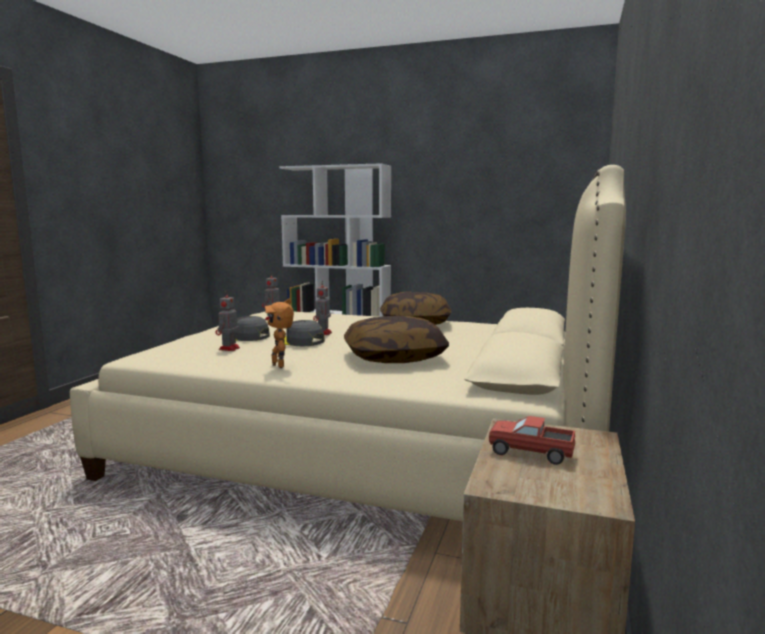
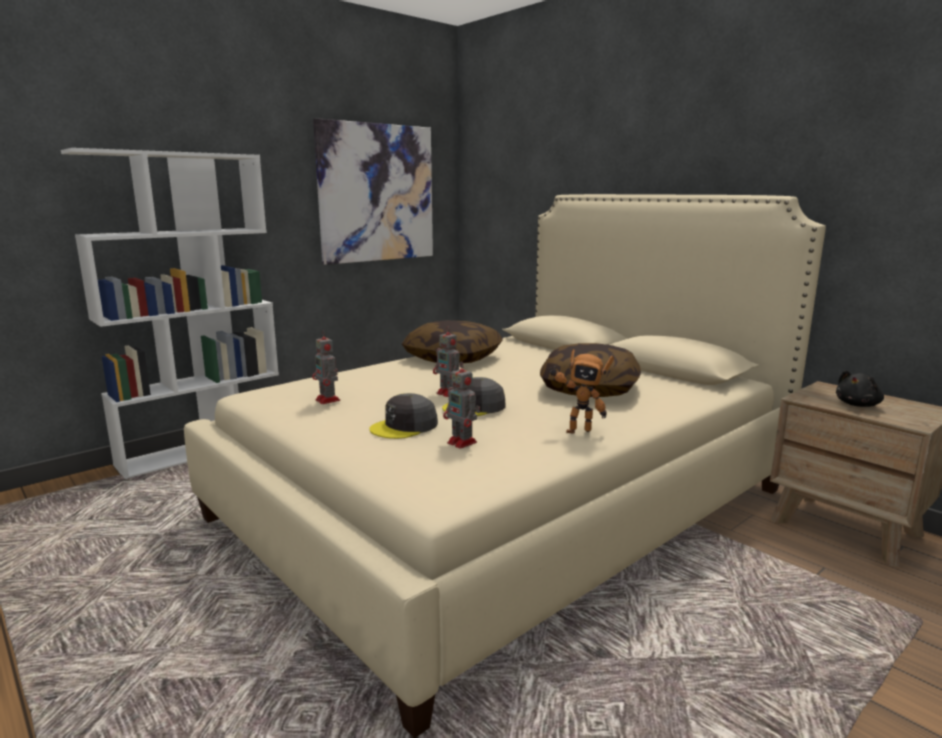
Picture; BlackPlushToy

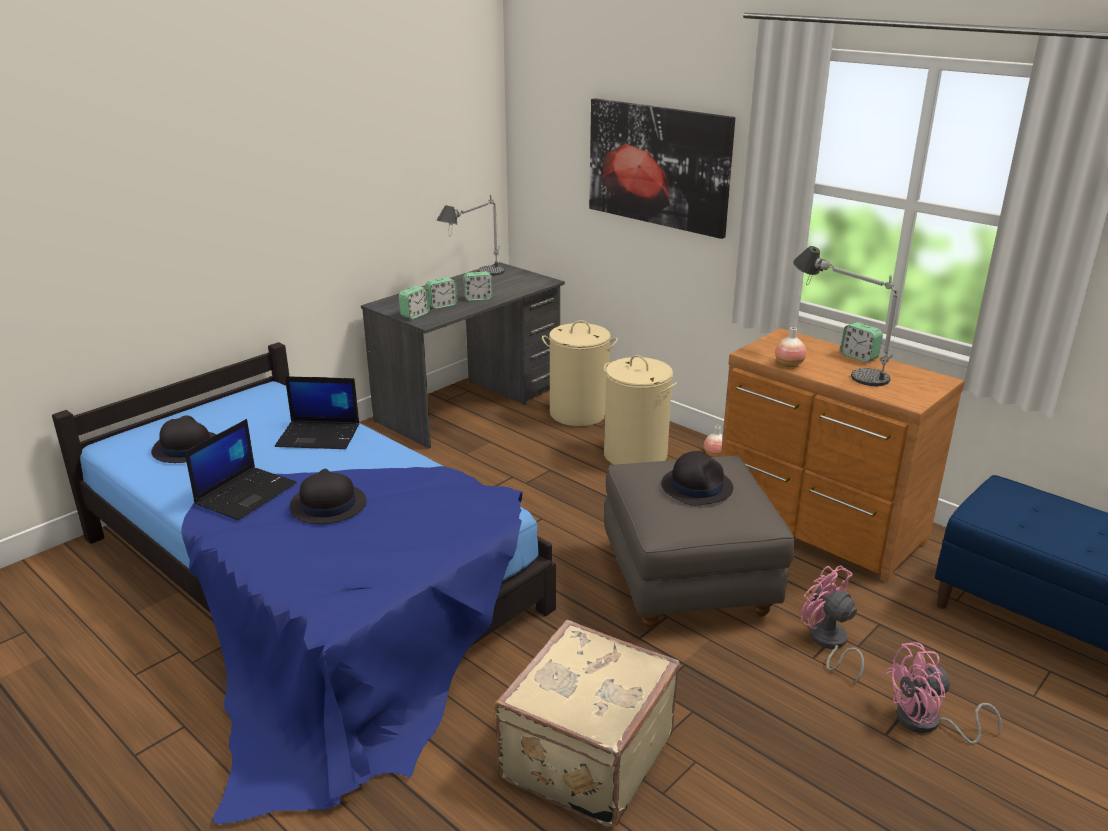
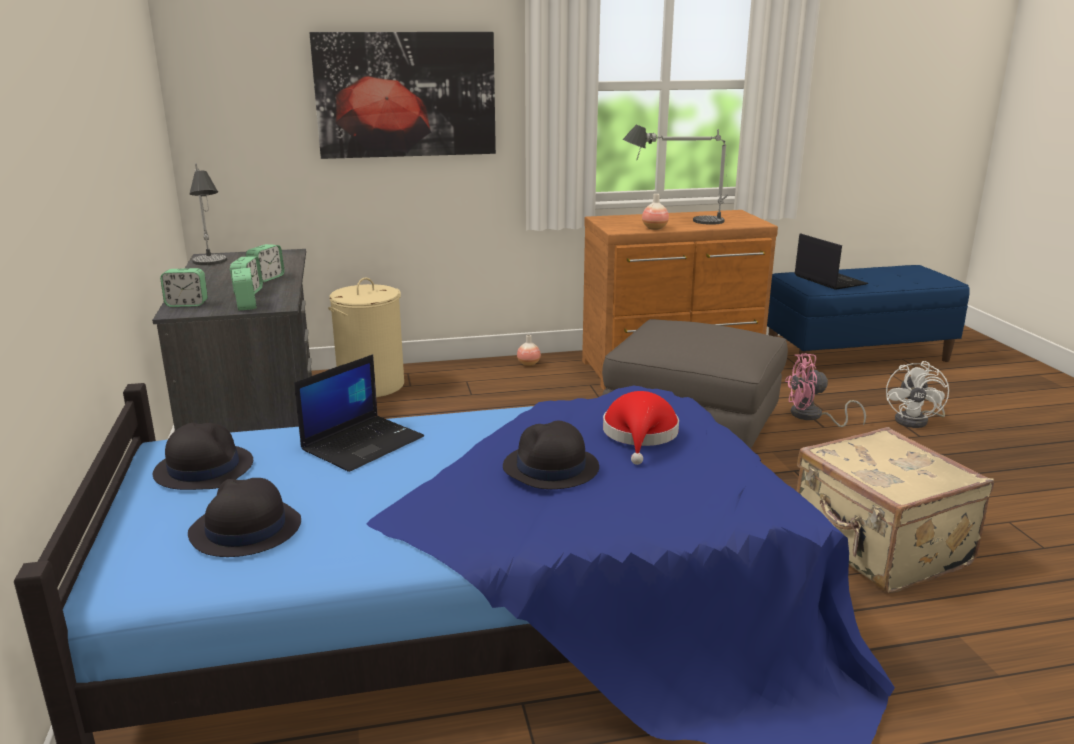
BeigeLaundryBasket (no. 2 from left in the first image); RedHat; Laptop (no. 2 from left); BlackHat (no. 1 from left); AlarmClock (no. 1 from left); WhiteFan

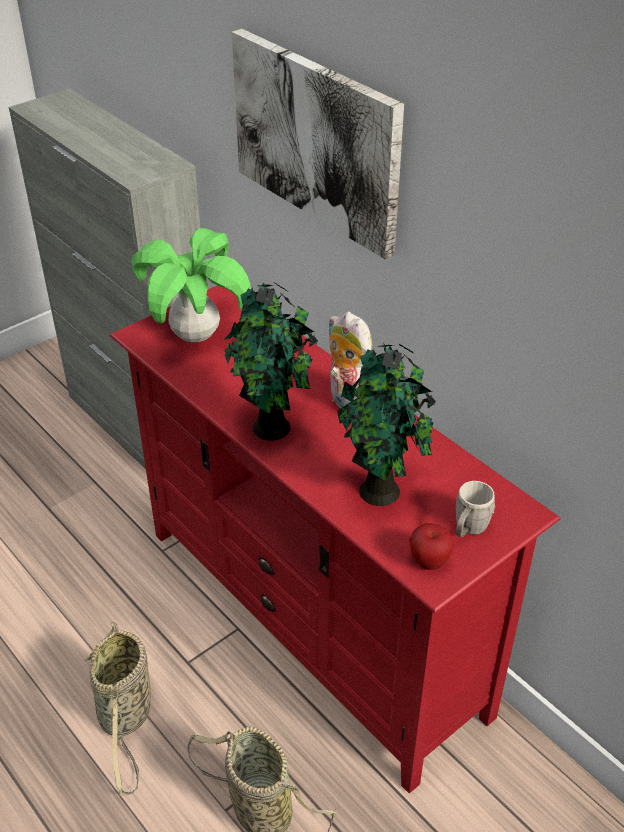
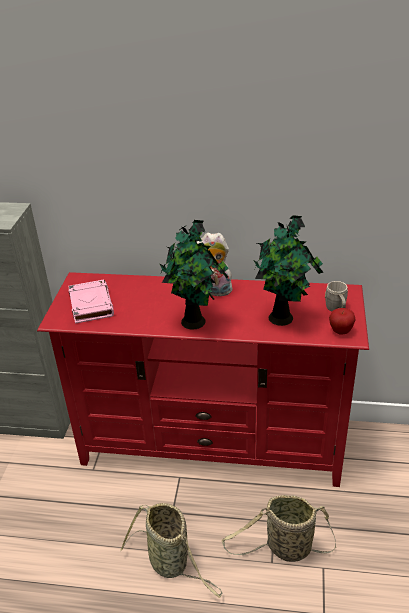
Picture; PinkBook

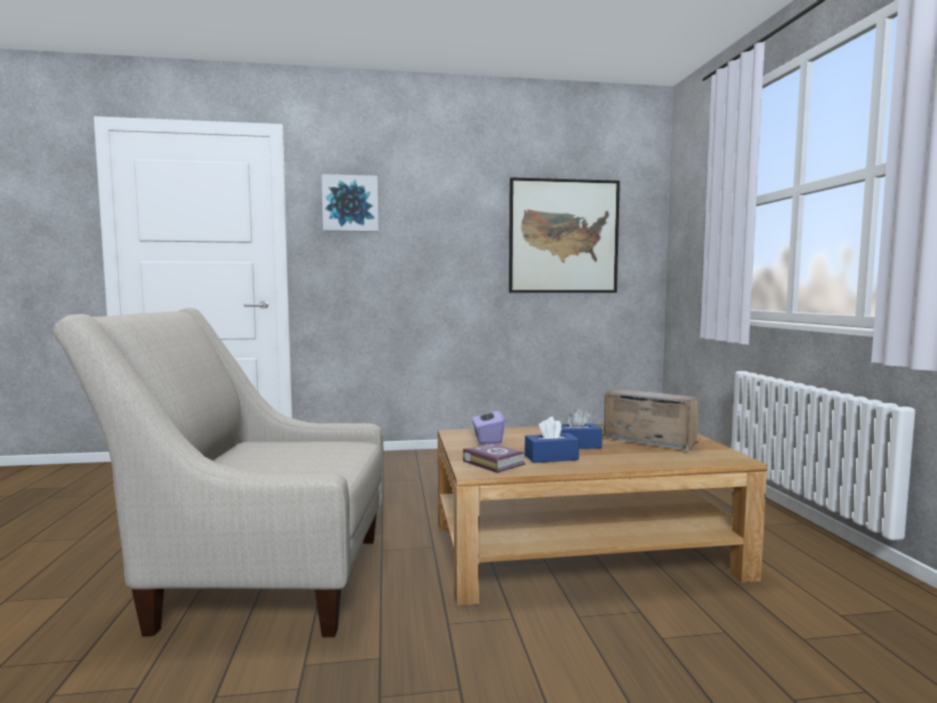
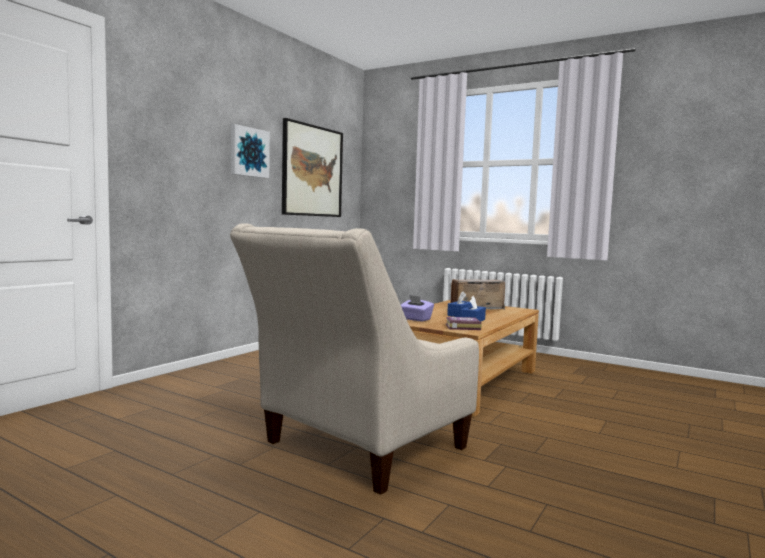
Picture (no. 1 from left)

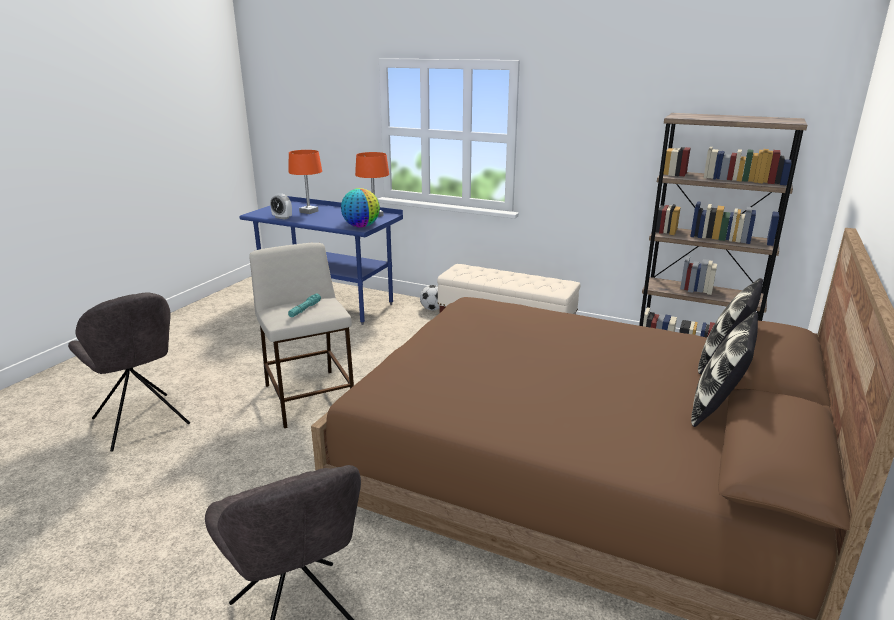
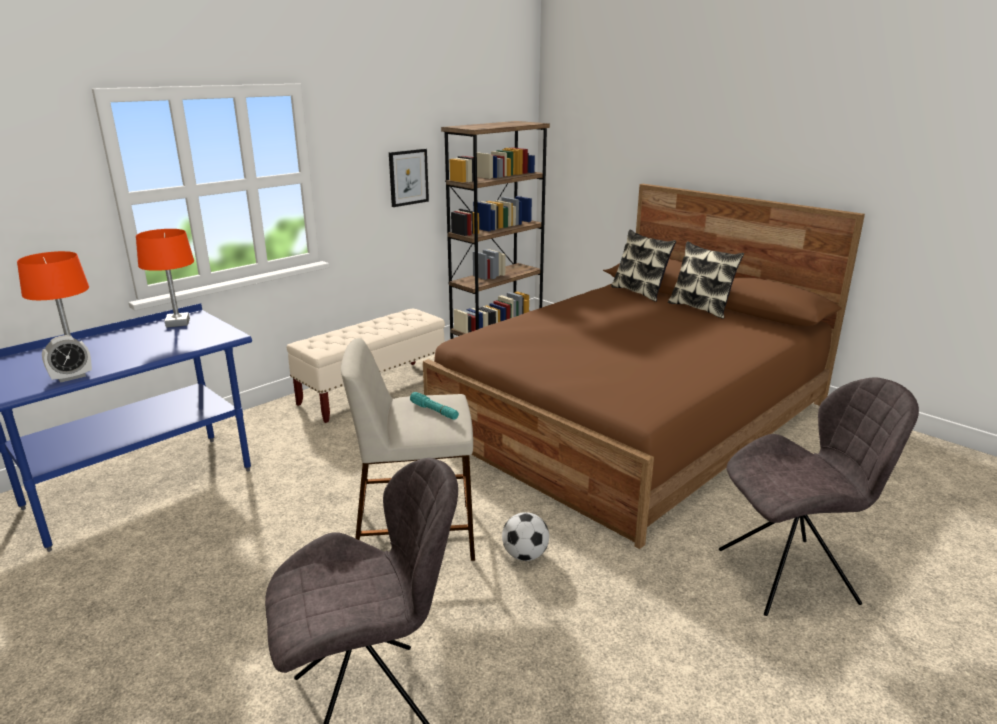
Globe; Picture; Football

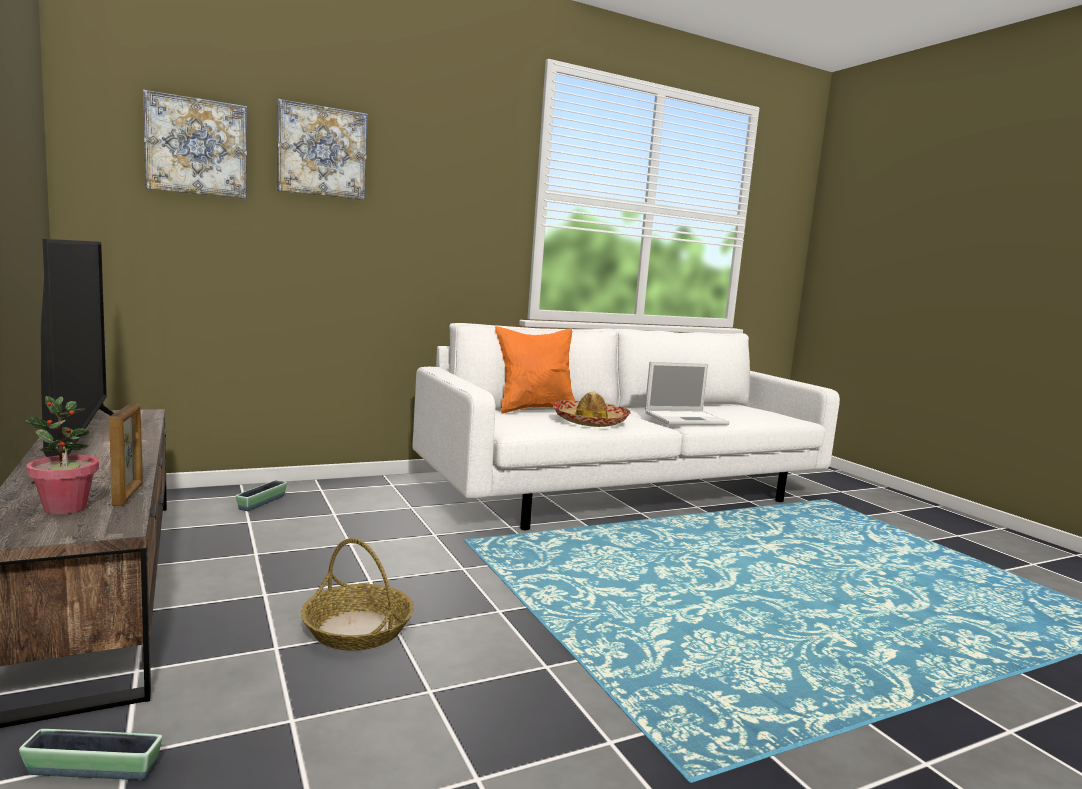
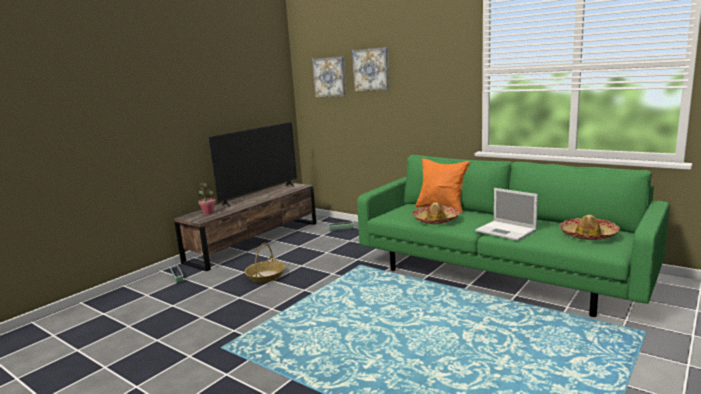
PictureFrame; Hat (no. 2 from left); GreenSofa

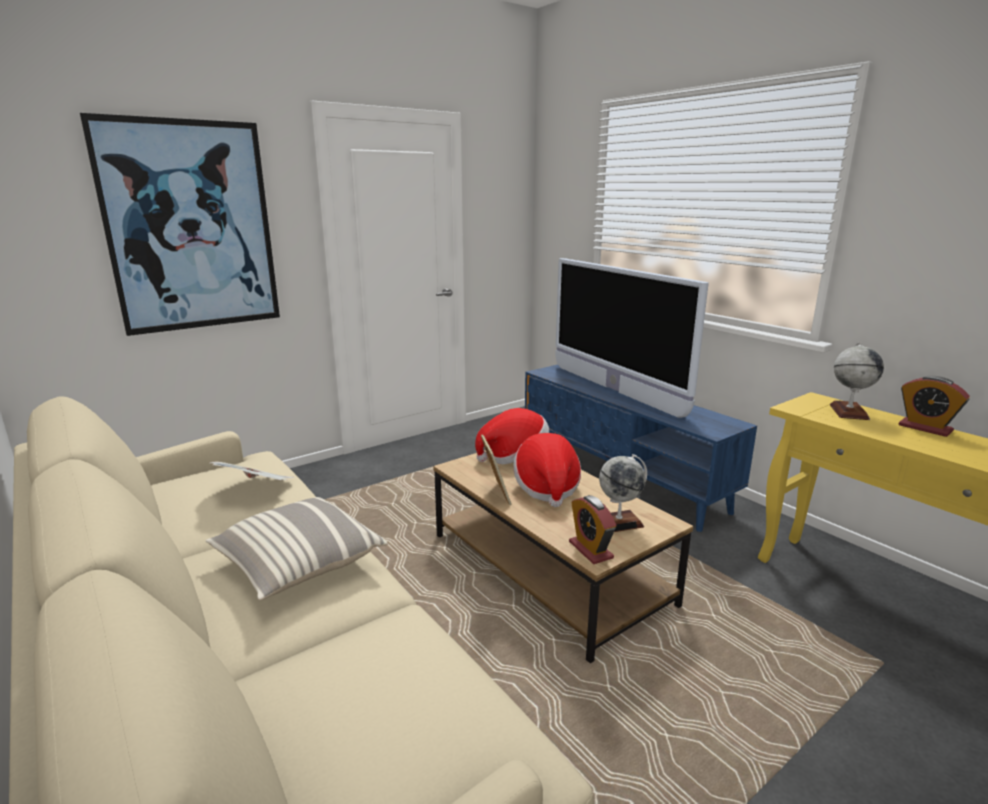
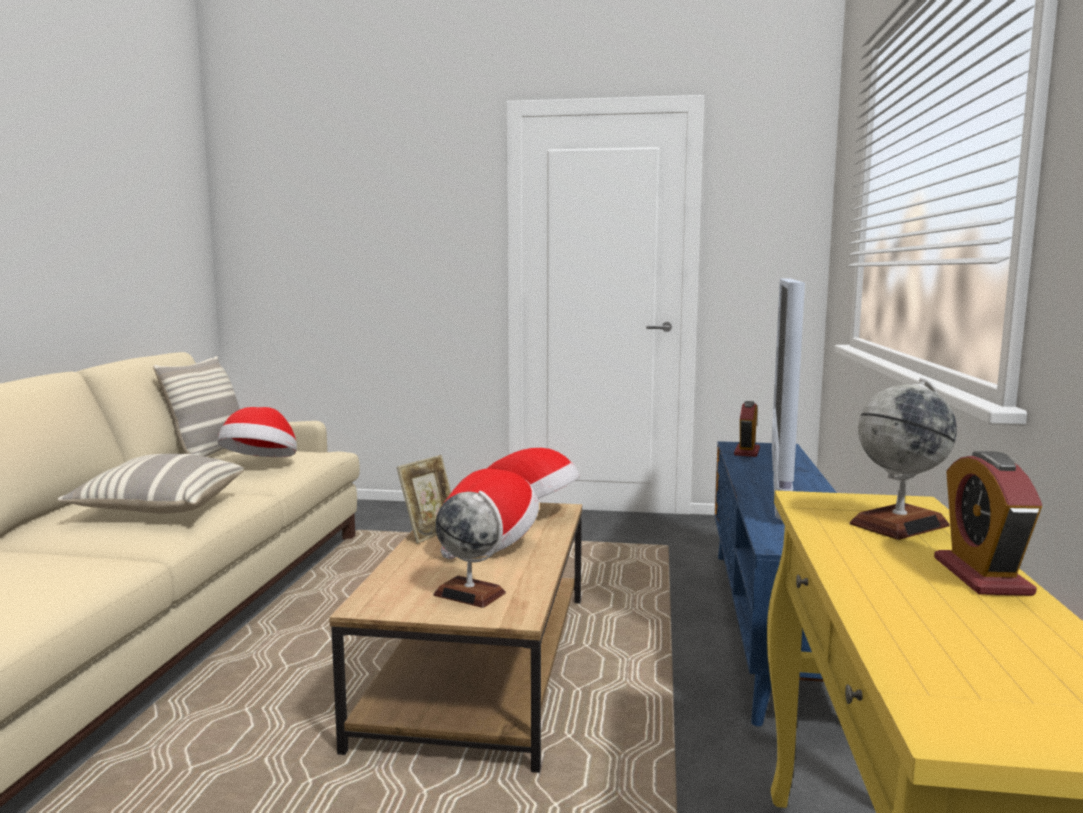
Picture; Pillow (no. 2 from left); AlarmClock (no. 1 from left); Hat (no. 1 from left)

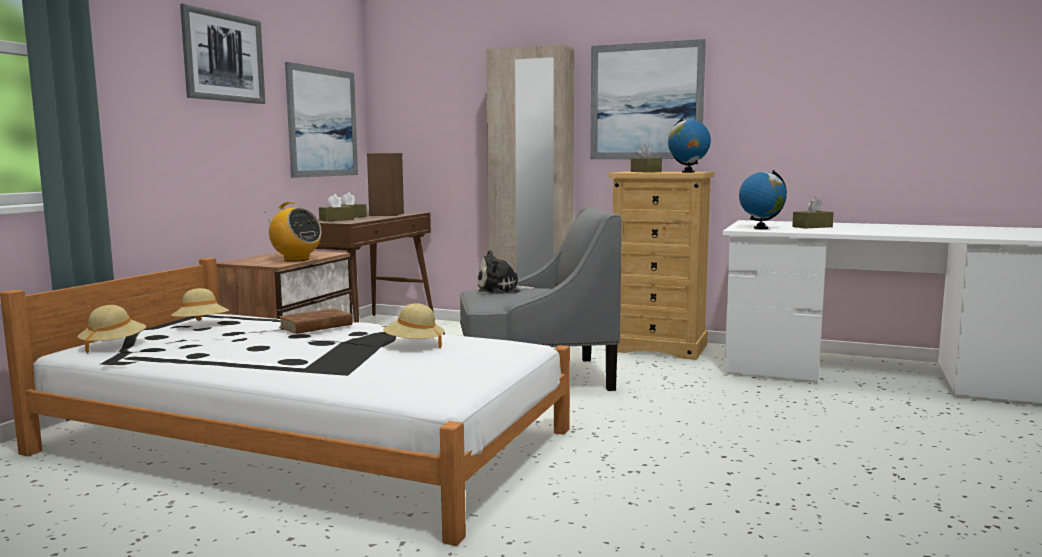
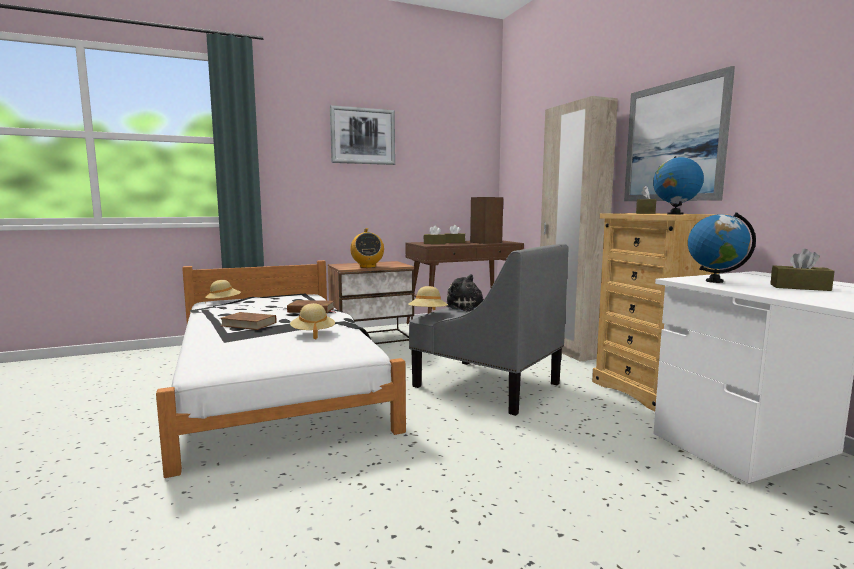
Picture (no. 2 from left in the first image); BrownBook (no. 1 from left); BeigeHat (no. 3 from left)

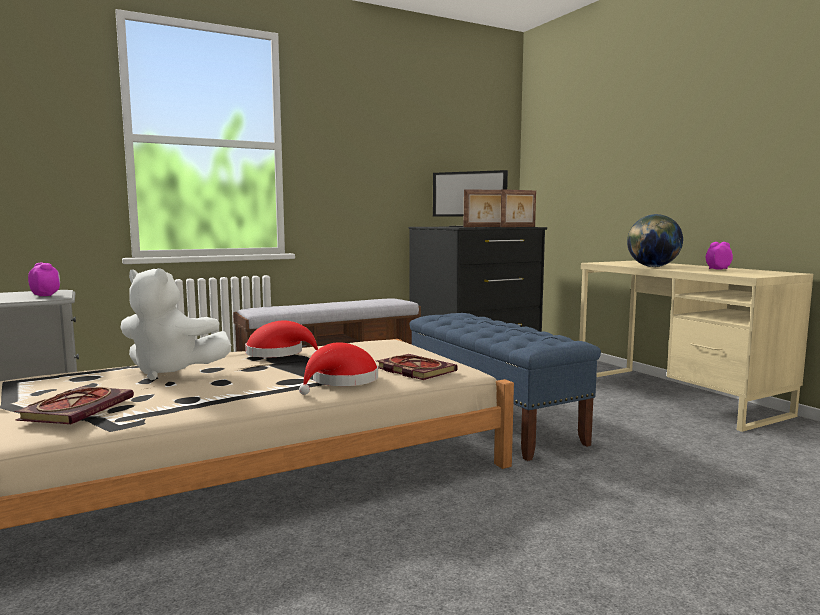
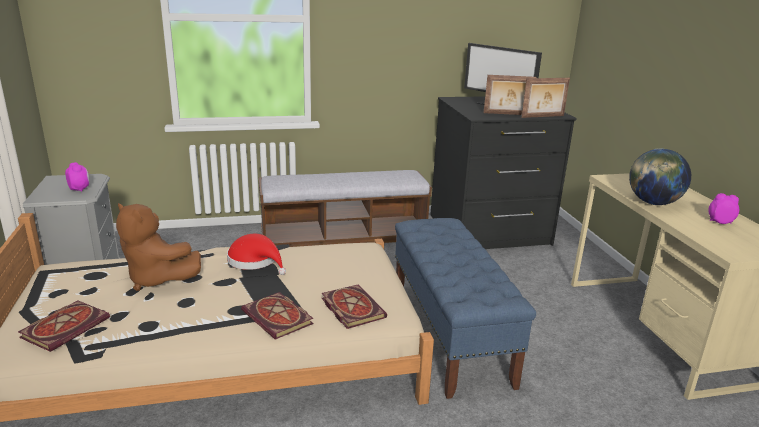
Book (no. 2 from left); BrownPlushToy

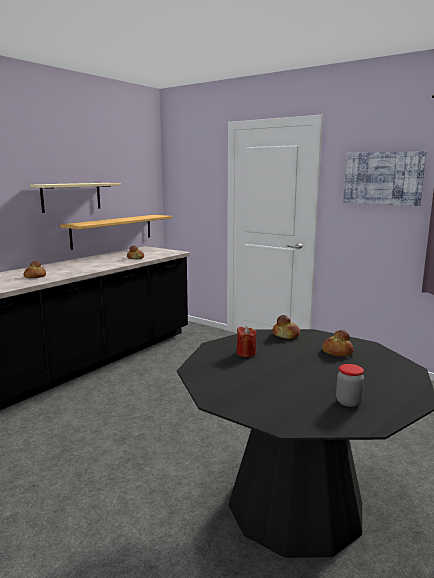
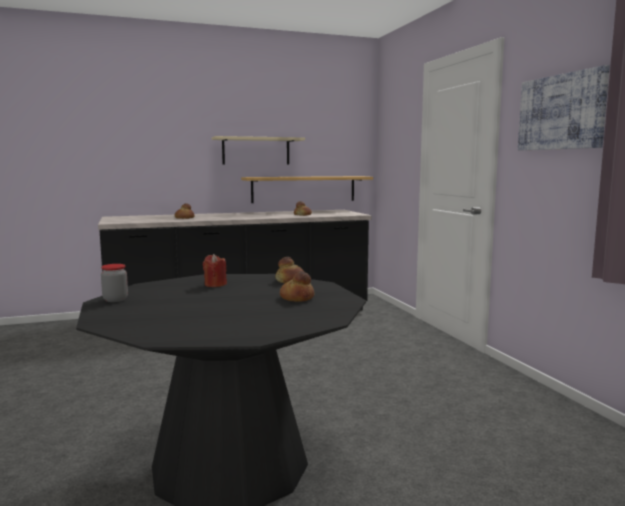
Jar

